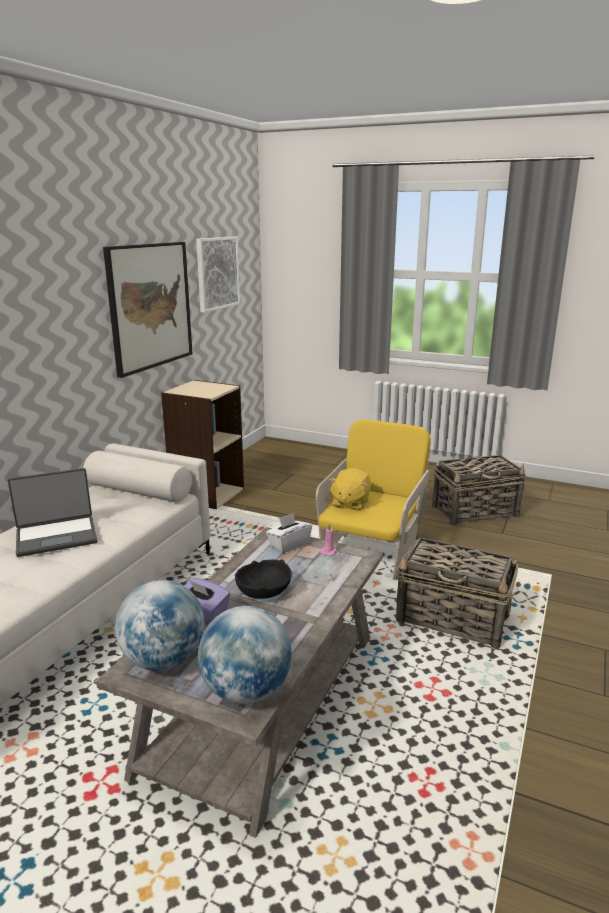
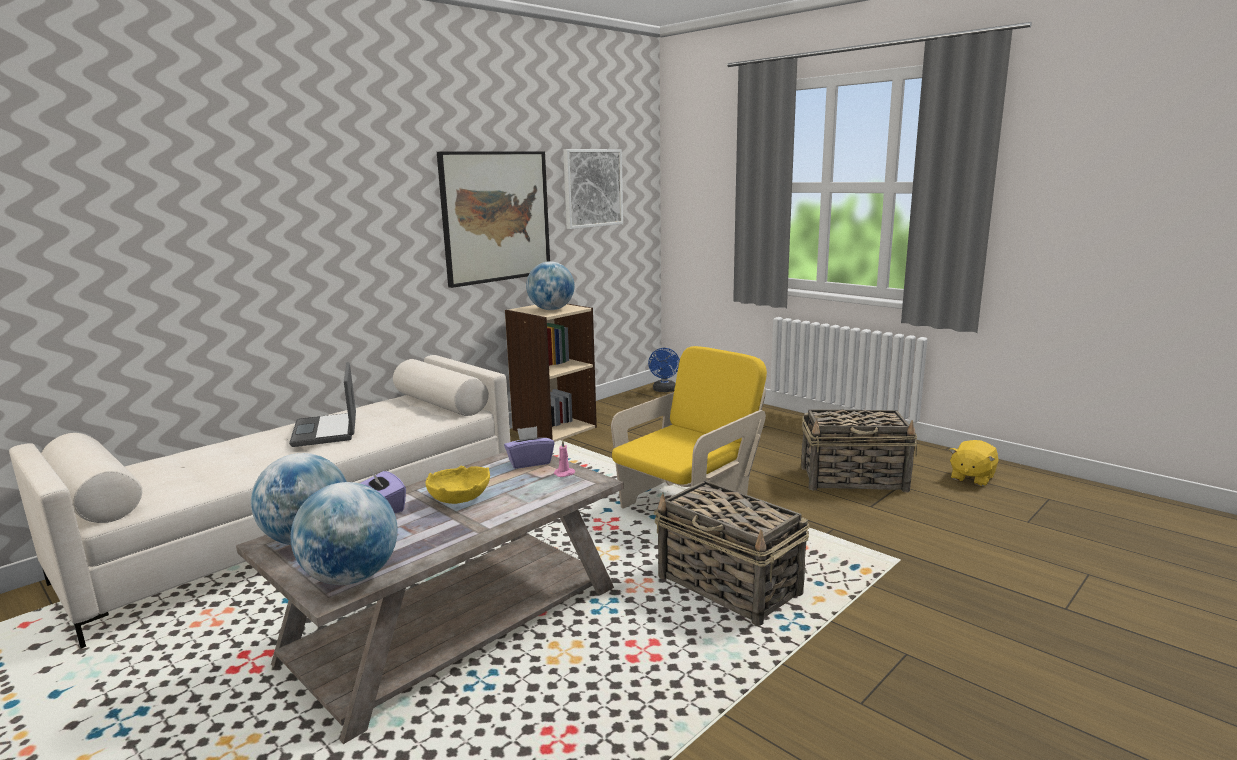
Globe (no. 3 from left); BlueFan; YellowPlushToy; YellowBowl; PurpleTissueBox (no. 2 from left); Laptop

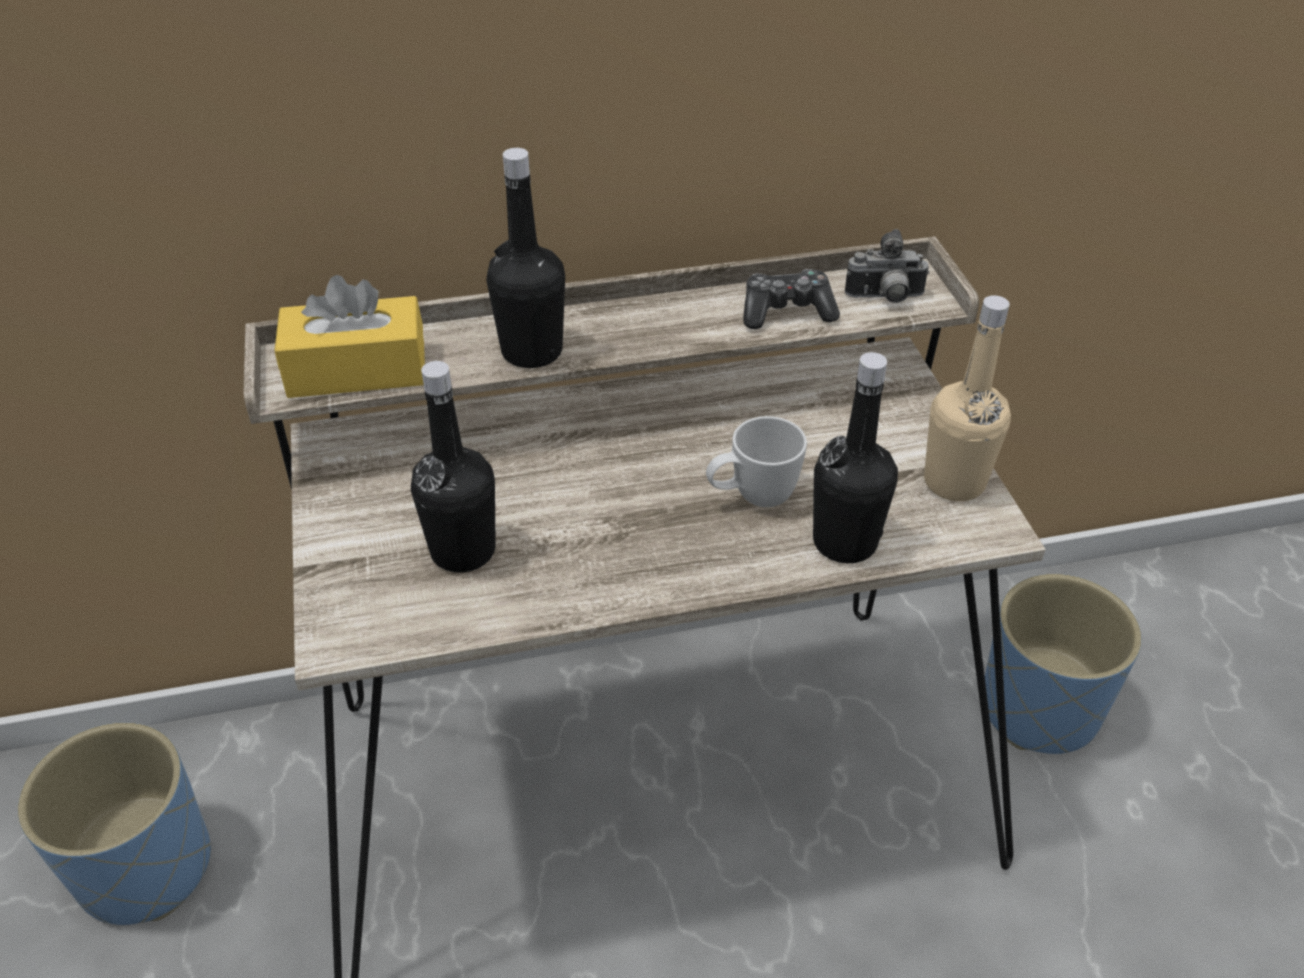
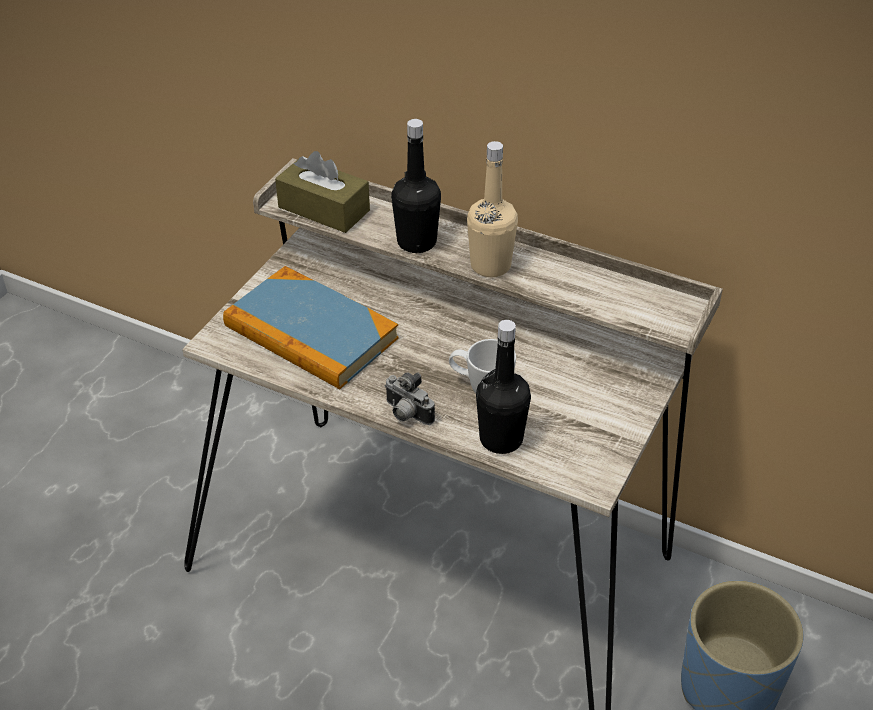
BluePlanter (no. 1 from left in the first image); GameController; PhotoCamera; BeigeBottle; Book; BrownTissueBox

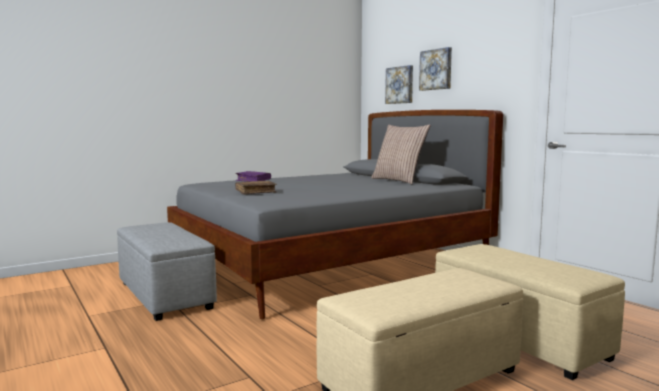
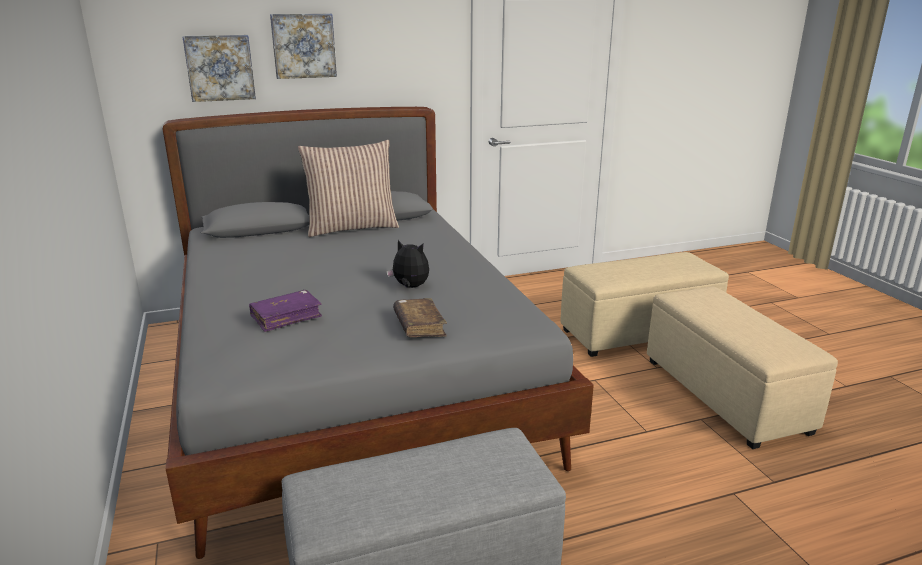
PlushToy

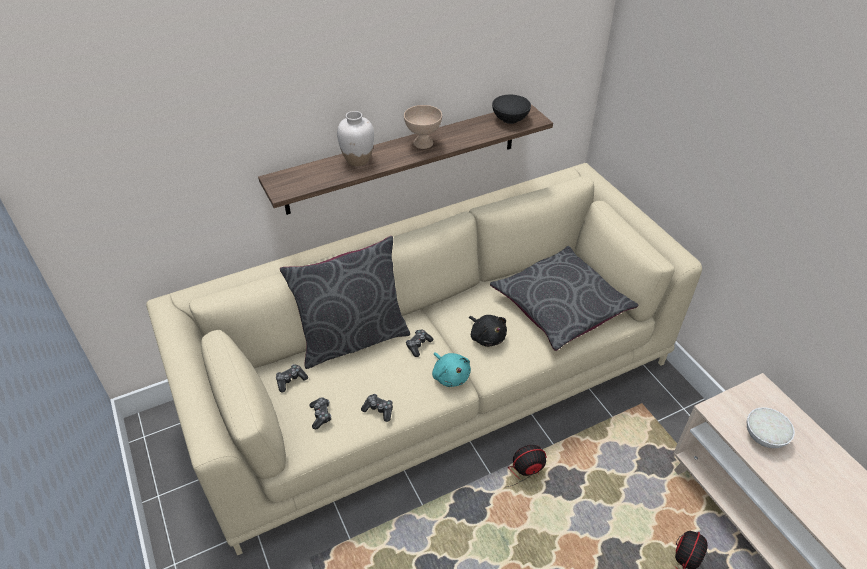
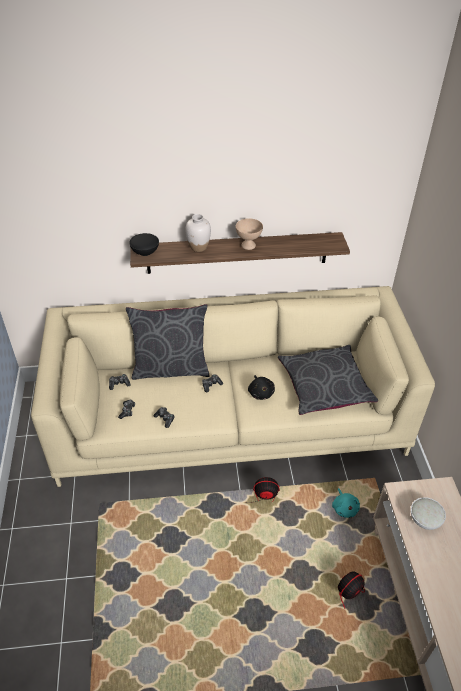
TurquoisePlushToy; BlackBowl

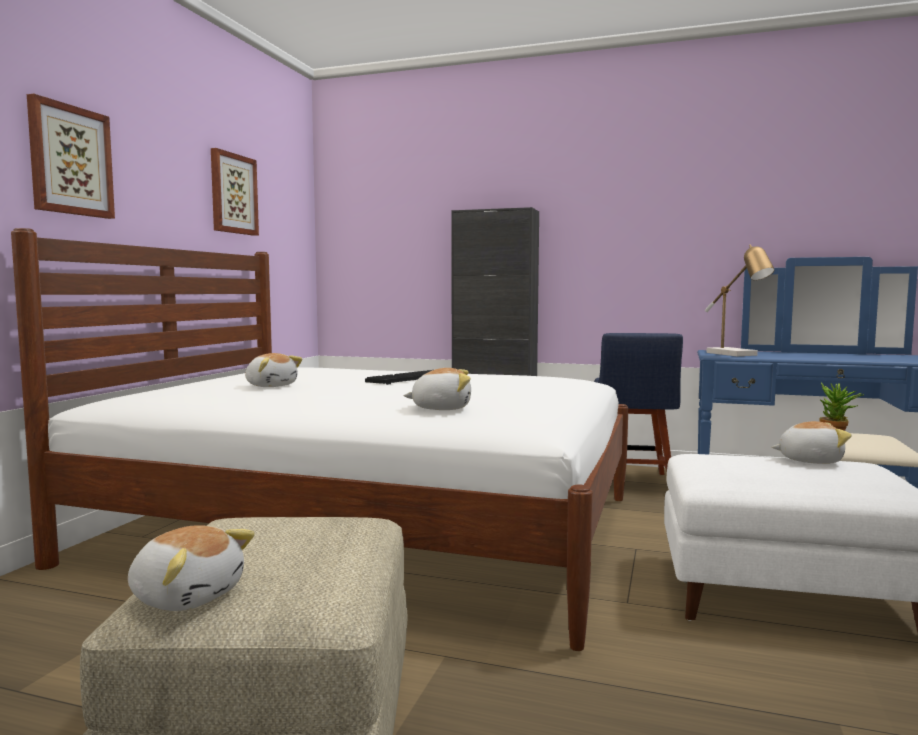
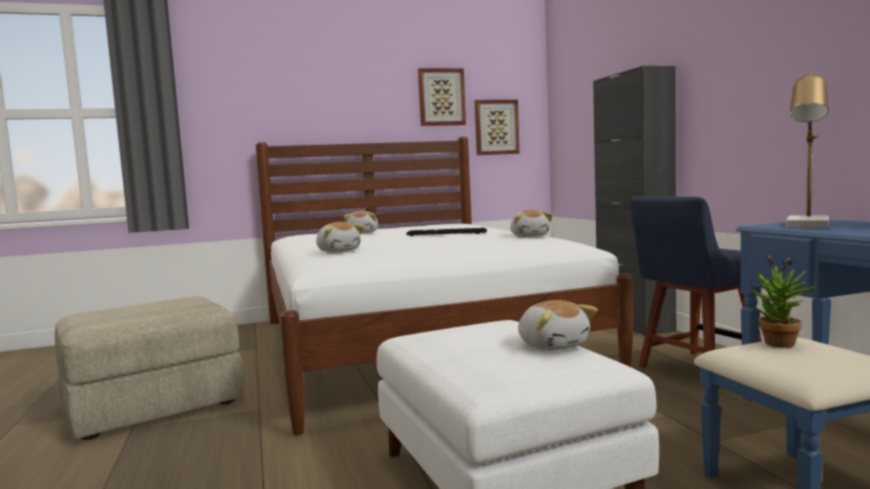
Picture (no. 2 from left); PlushToy (no. 3 from left)

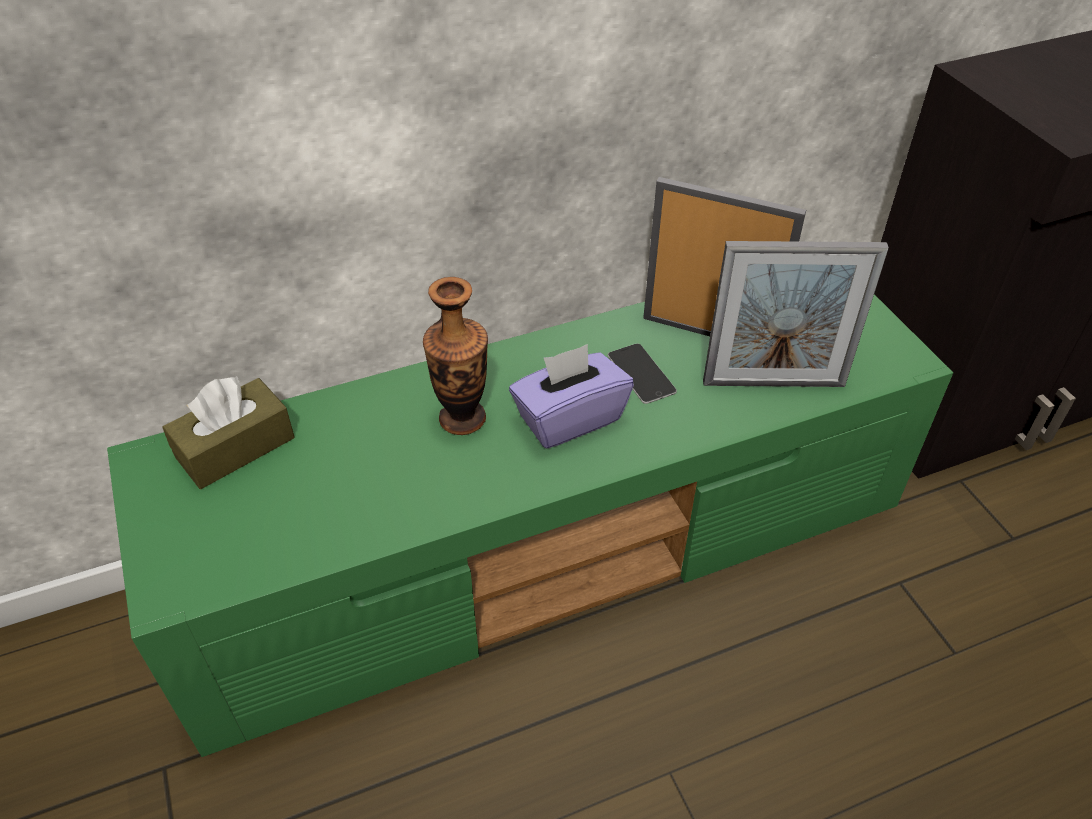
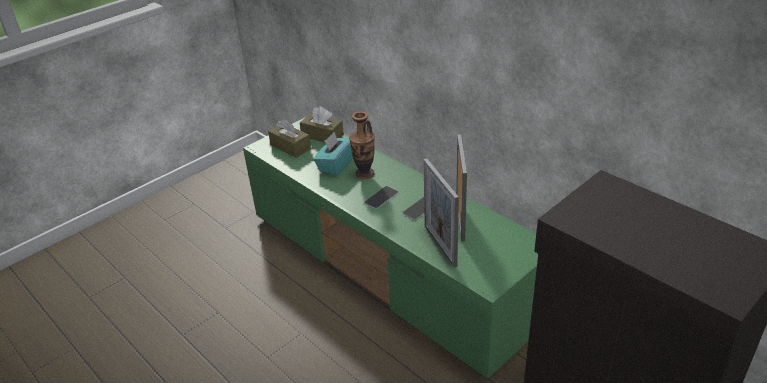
BrownTissueBox (no. 1 from left); TurquoiseTissueBox; Phone (no. 1 from left)

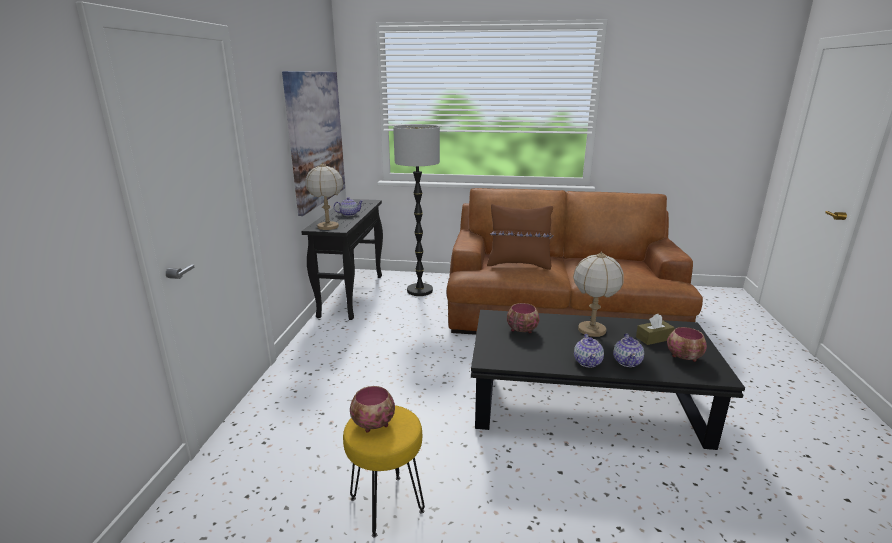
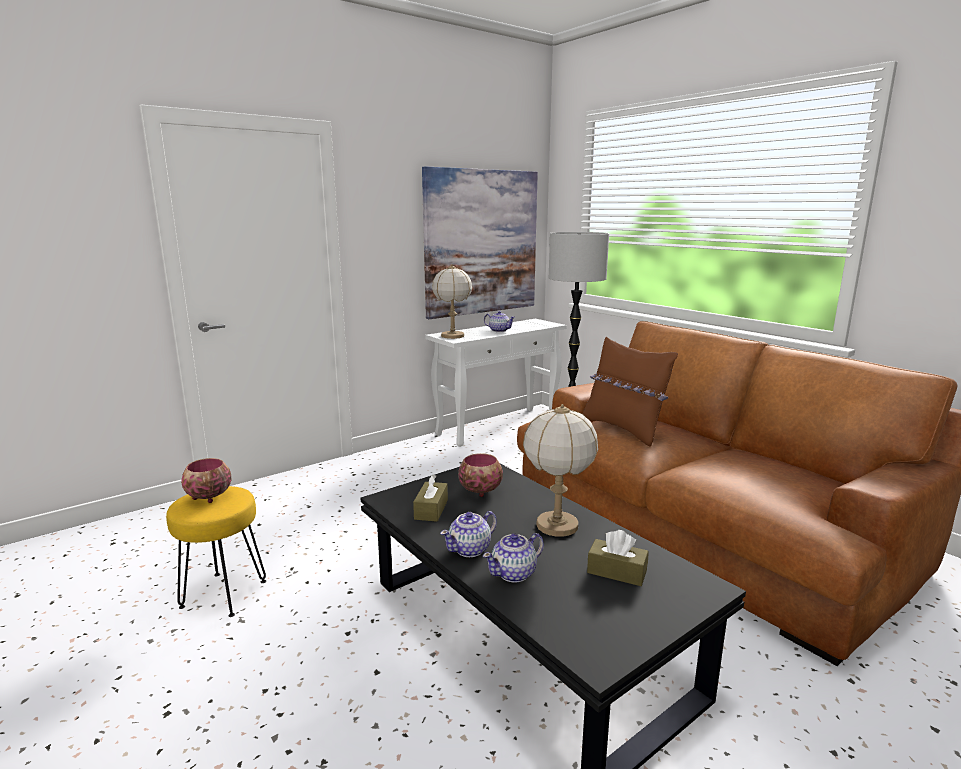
Bowl (no. 3 from left in the first image); BrownTissueBox (no. 1 from left); WhiteConsoleTable

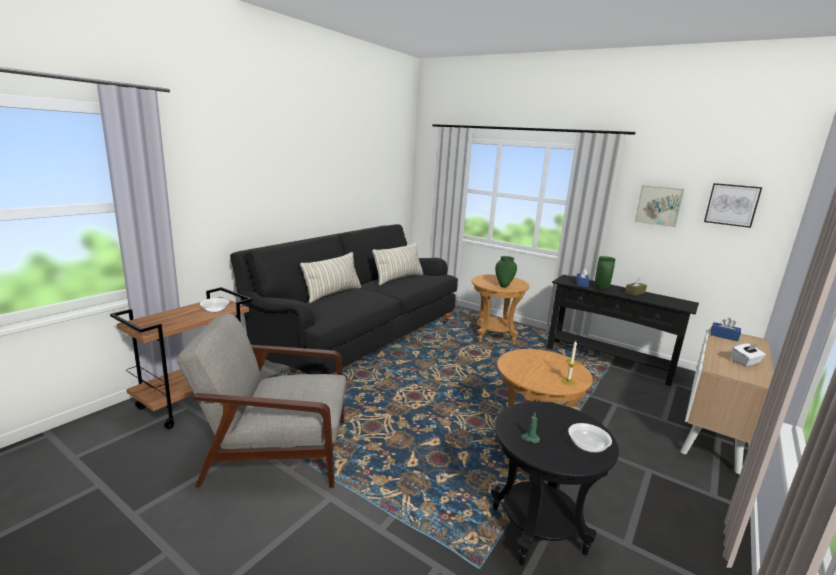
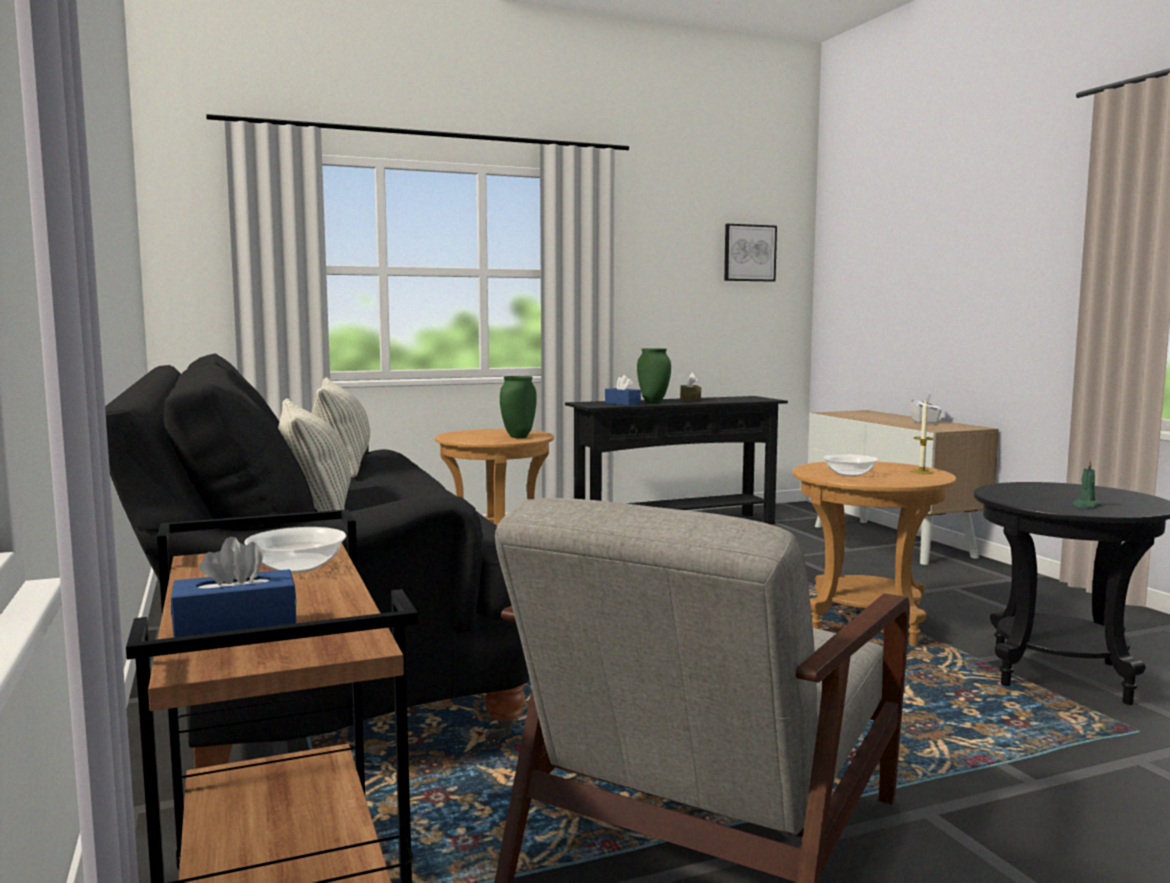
Picture (no. 1 from left in the first image); Bowl (no. 2 from left); BlueTissueBox (no. 1 from left)

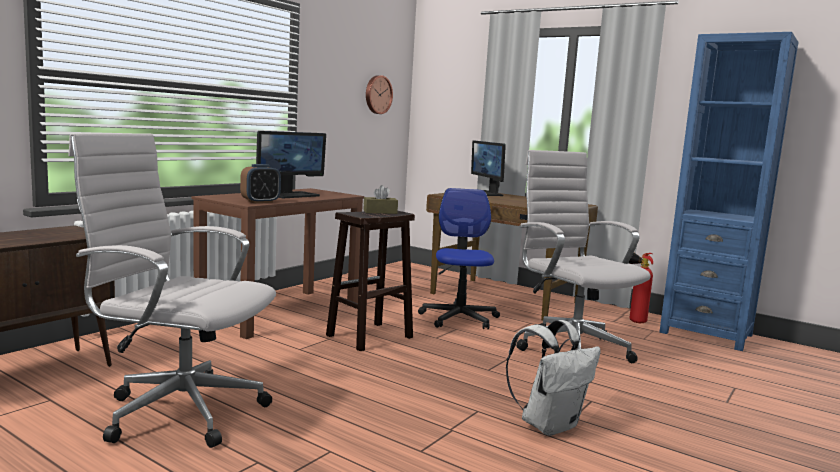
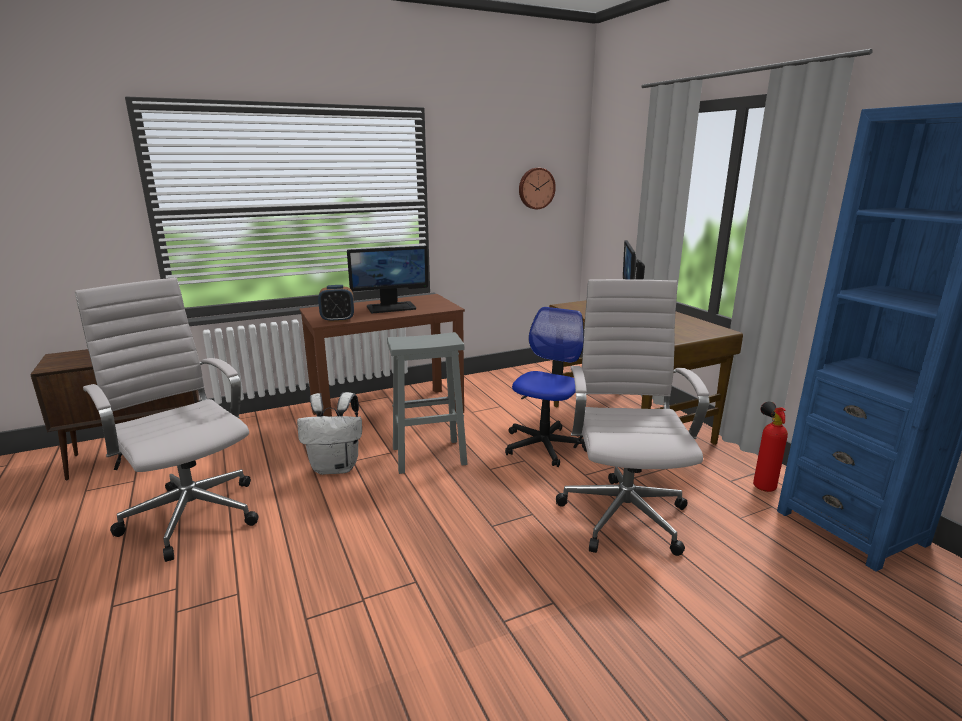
BrownTissueBox; WhiteBackpack; GreyStool

